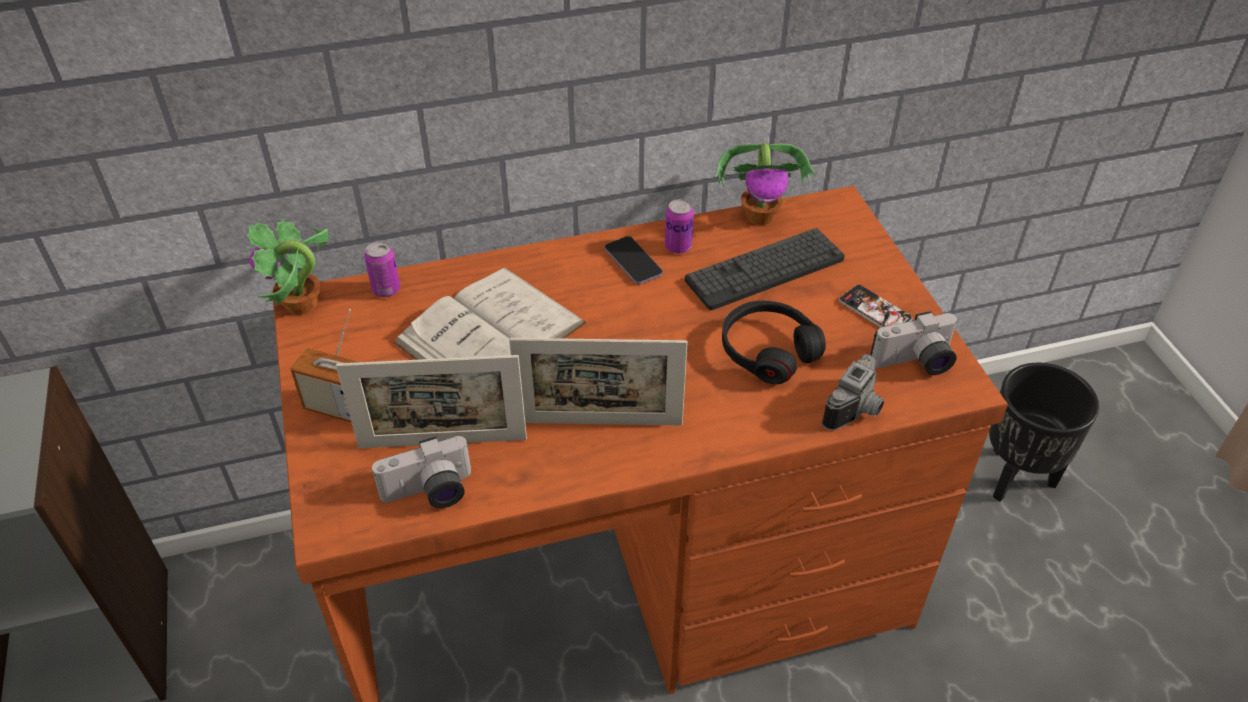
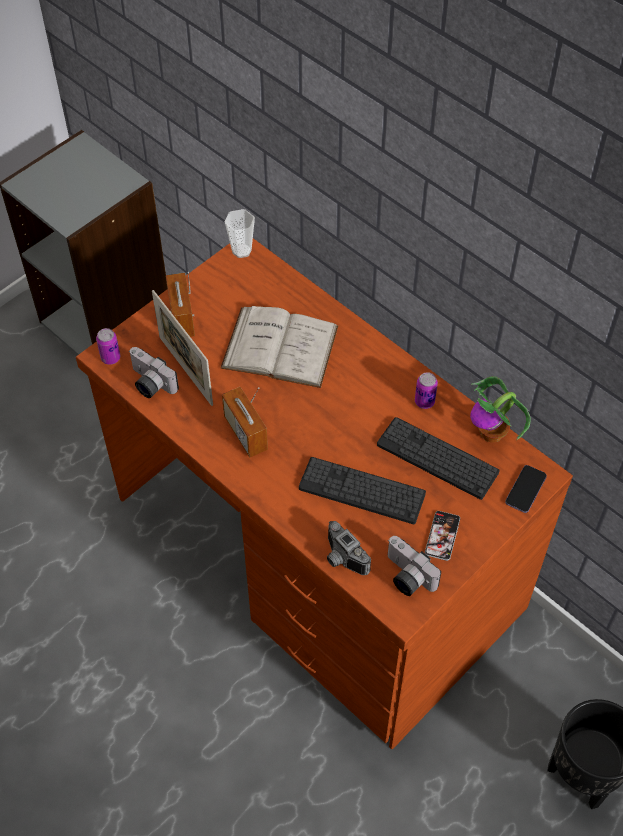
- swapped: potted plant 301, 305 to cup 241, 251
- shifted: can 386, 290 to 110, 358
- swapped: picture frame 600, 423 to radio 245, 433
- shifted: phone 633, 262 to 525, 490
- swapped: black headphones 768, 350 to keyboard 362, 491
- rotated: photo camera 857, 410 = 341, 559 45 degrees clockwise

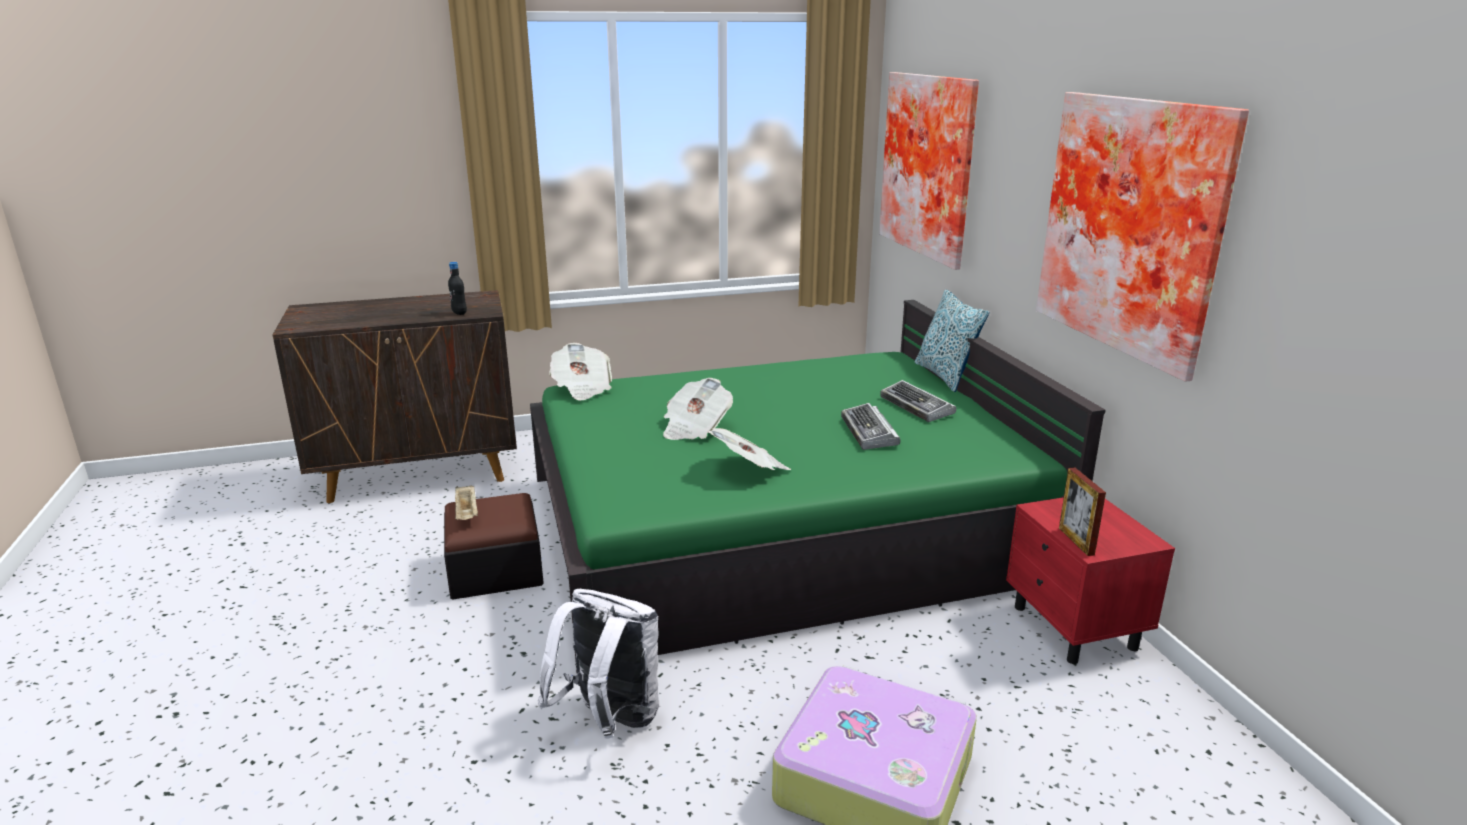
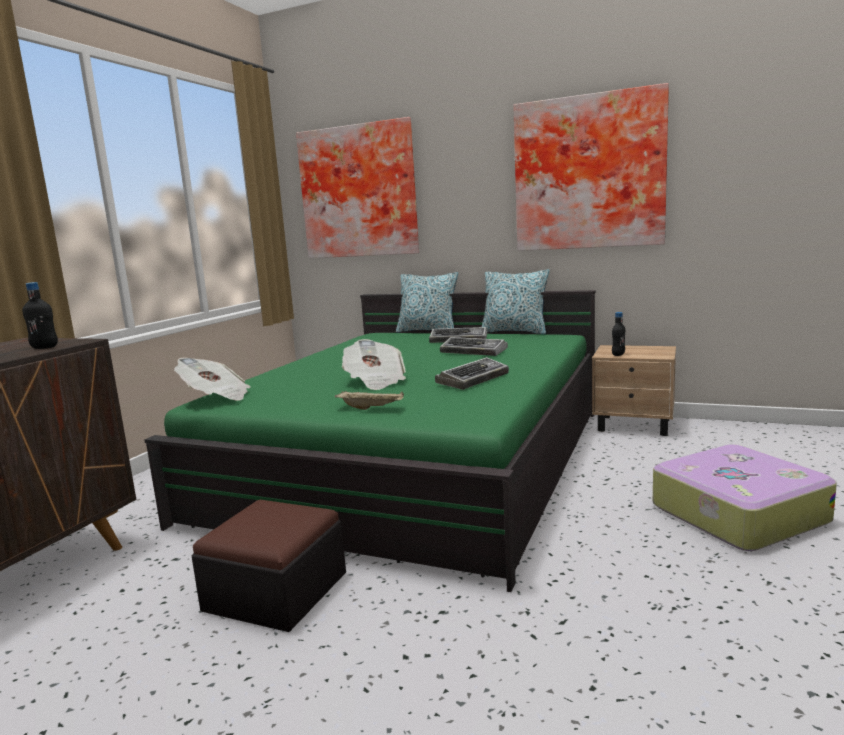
- shifted: beige tray 467, 513 to 372, 408
- gone: white backpack 609, 720
- swapped: newspaper 749, 469 to keyboard 473, 379
- repainted: red nightstand 1074, 628 to beige nightstand 635, 425
- gone: picture frame 1076, 541
- new: pillow 515, 332
- new: black bottle 618, 354

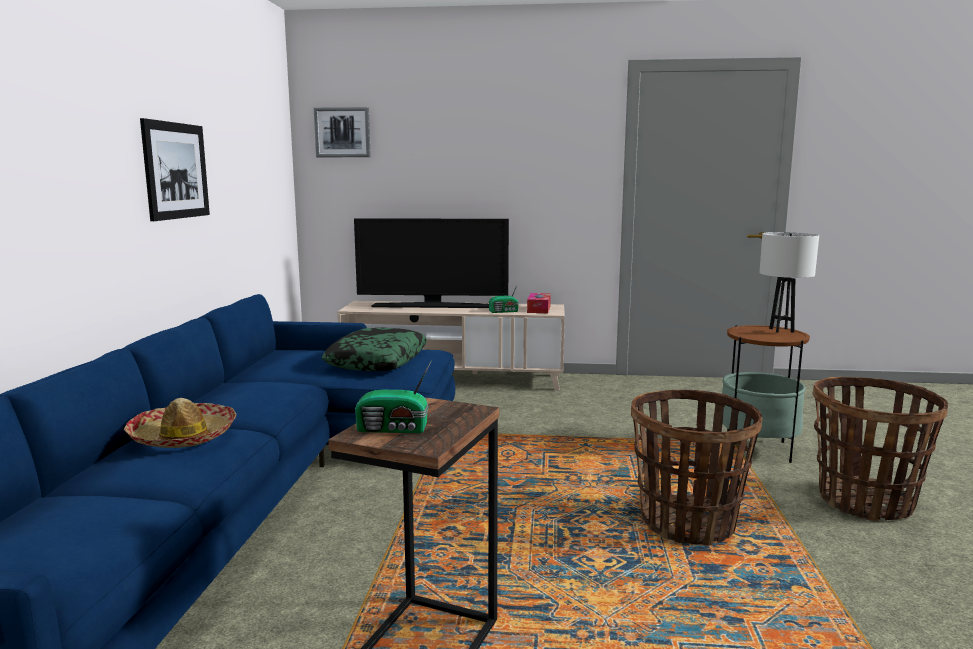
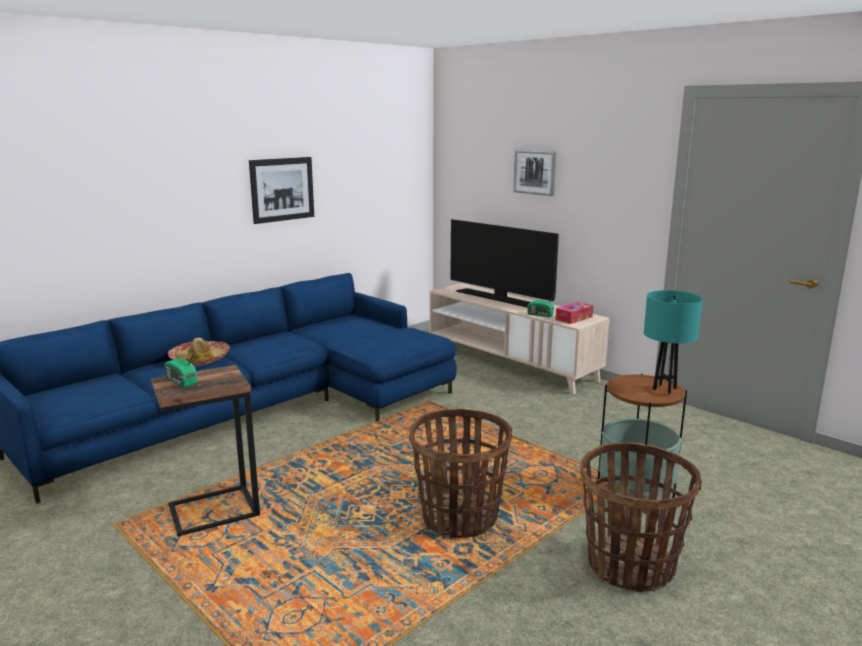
- shifted: picture 342, 132 to 535, 172
- gone: pillow 377, 361
- repainted: white table lamp 781, 330 to turquoise table lamp 664, 389

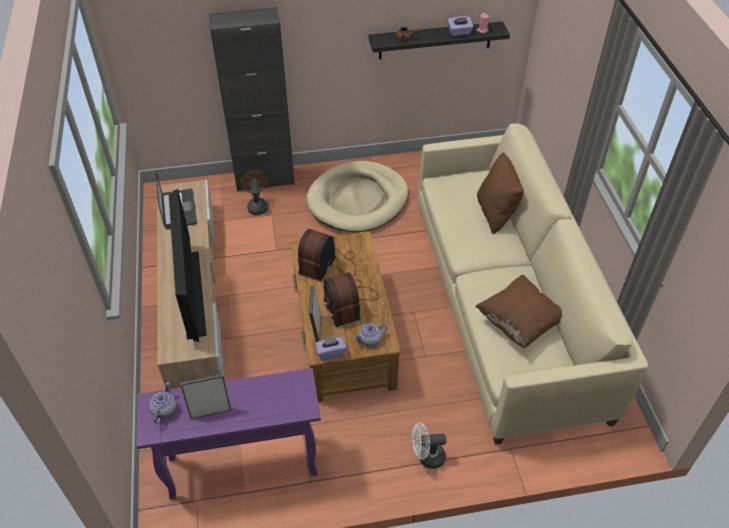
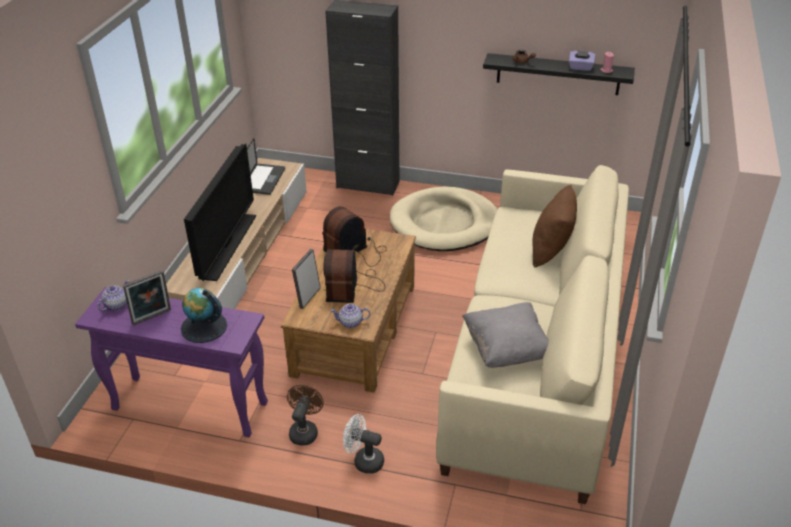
- rotated: picture frame 210, 411 = 152, 318 135 degrees clockwise
- shifted: brown fan 257, 205 to 305, 431
- gone: purple tissue box 331, 353
- repainted: brown pillow 519, 322 to grey pillow 507, 349
- new: globe 203, 327

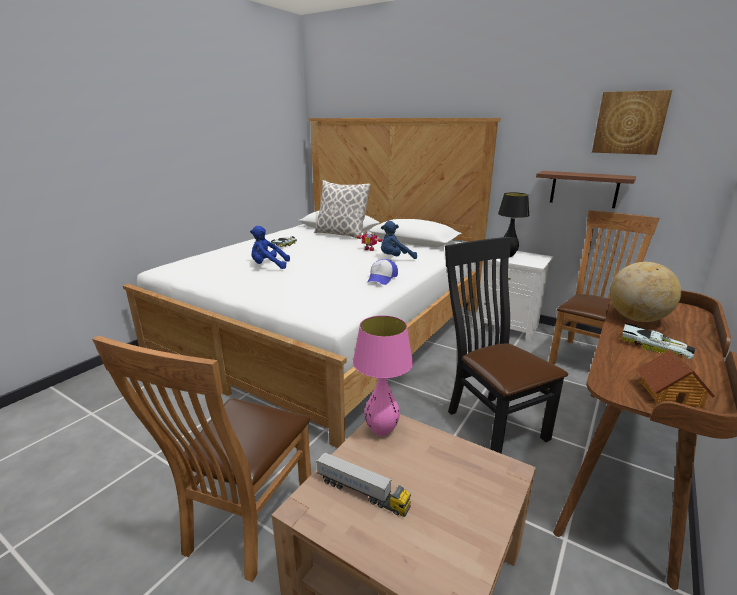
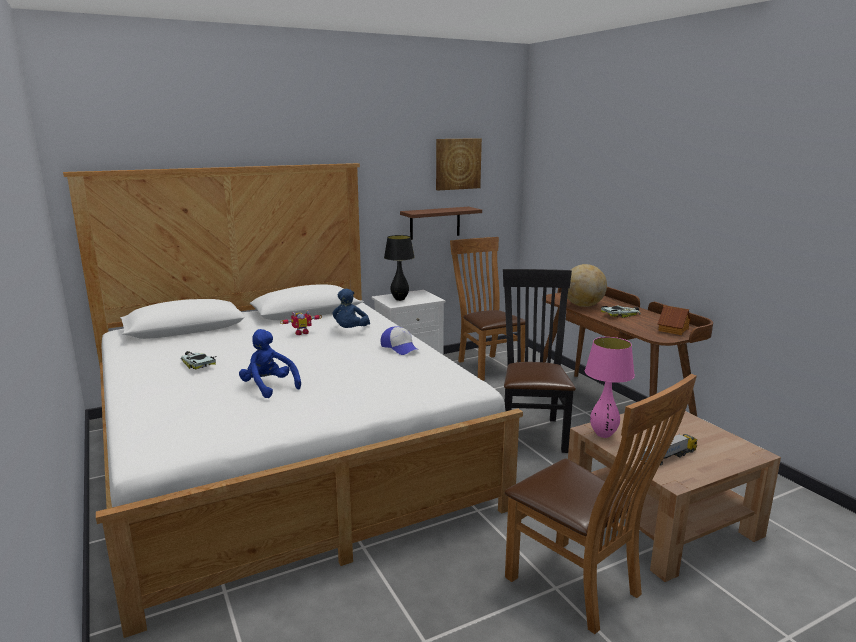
- rotated: blue plush toy 268, 266 = 269, 387 105 degrees clockwise
- gone: pillow 341, 234
- rotated: black chair 491, 422 = 532, 431 90 degrees clockwise

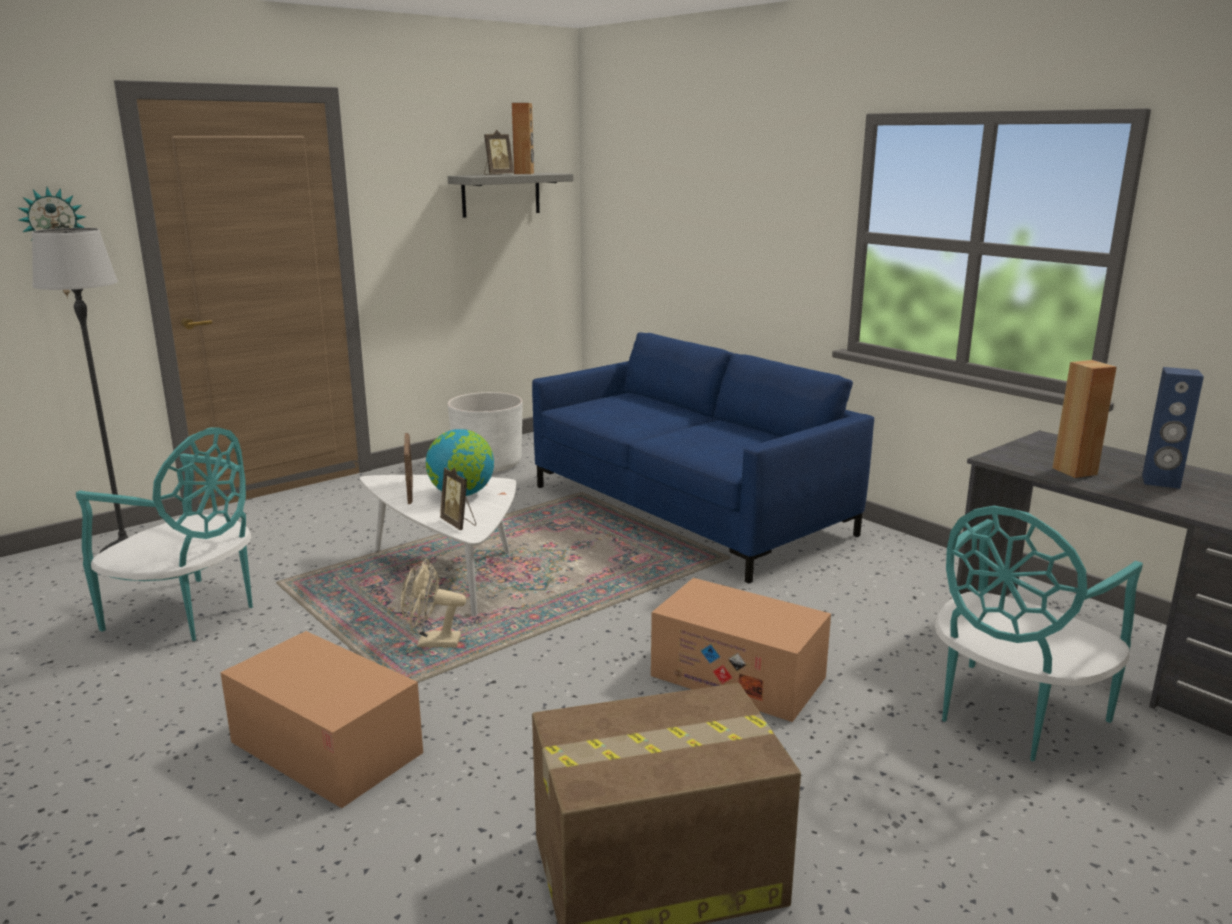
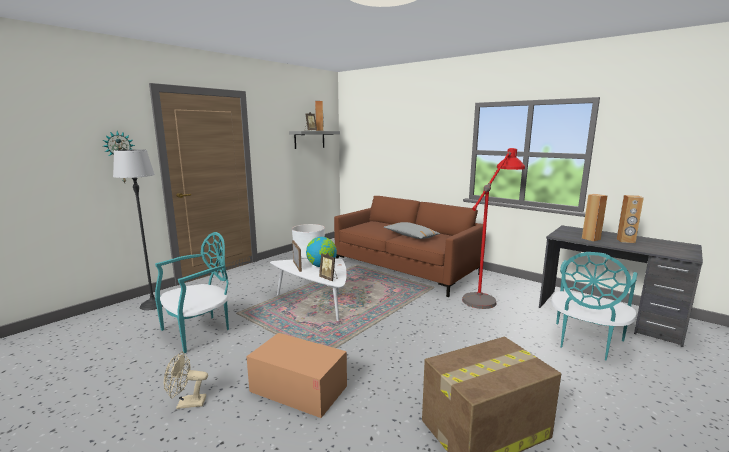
- rotated: turquoise chair 188, 614 = 198, 331 60 degrees counterclockwise
- shifted: beige fan 431, 643 to 186, 404
- repainted: blue sofa 687, 510 to brown sofa 405, 269
- gone: cardboard box 738, 676
- repainted: blue speaker 1160, 482 to brown speaker 625, 241
- new: grey pillow 410, 236
- new: red floor lamp 488, 293

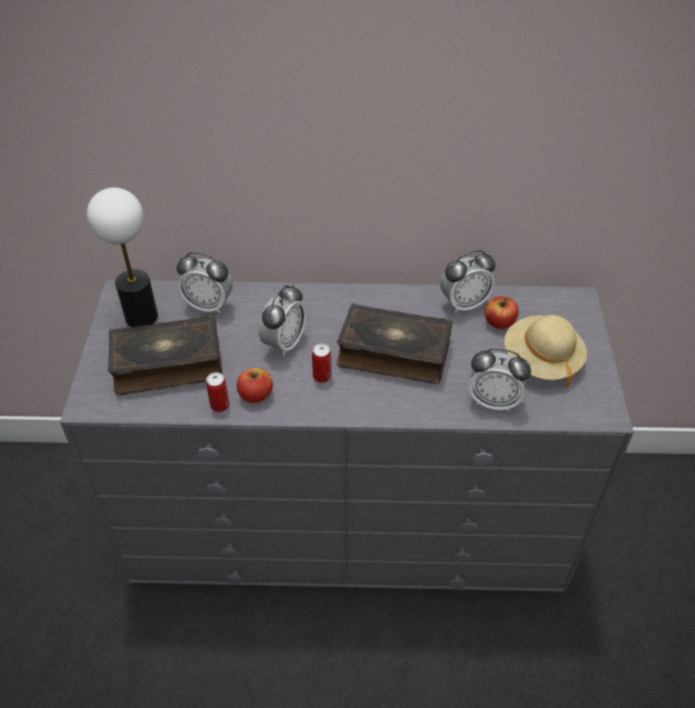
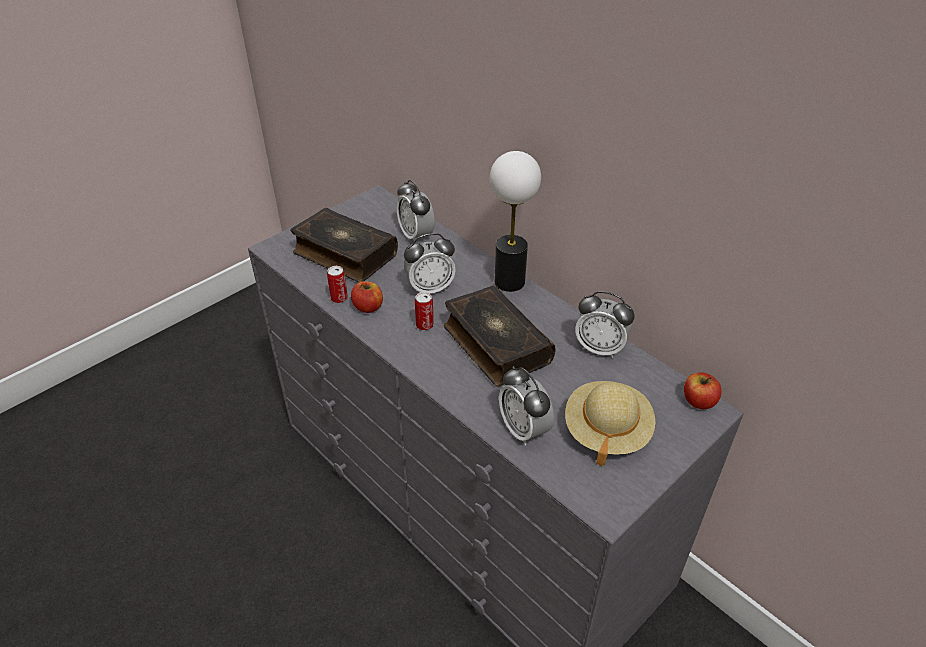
- shifted: table lamp 142, 317 to 510, 282
- shifted: apple 499, 322 to 698, 401

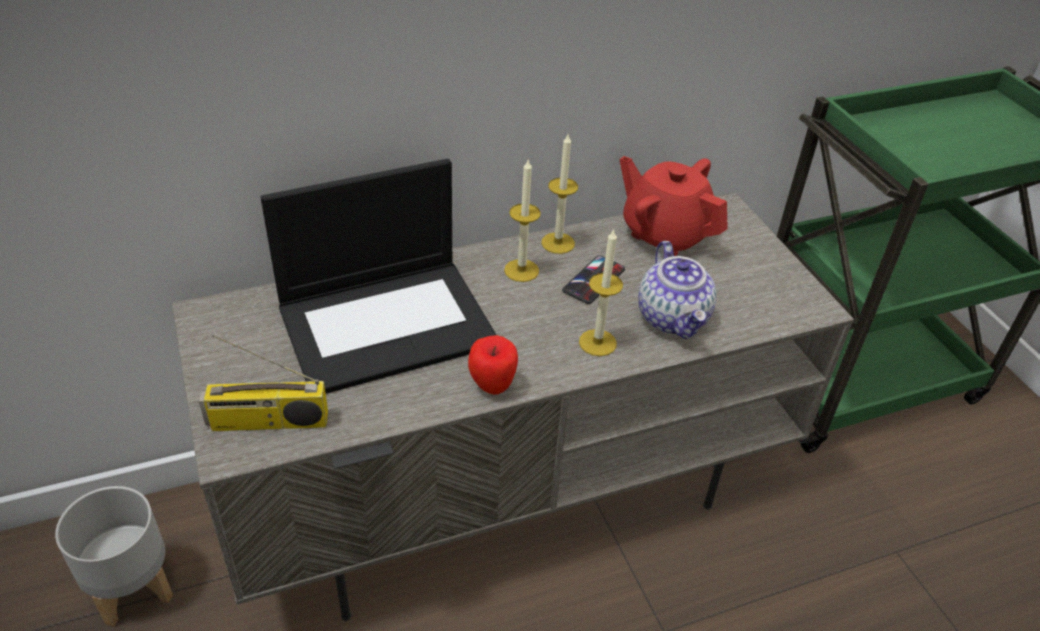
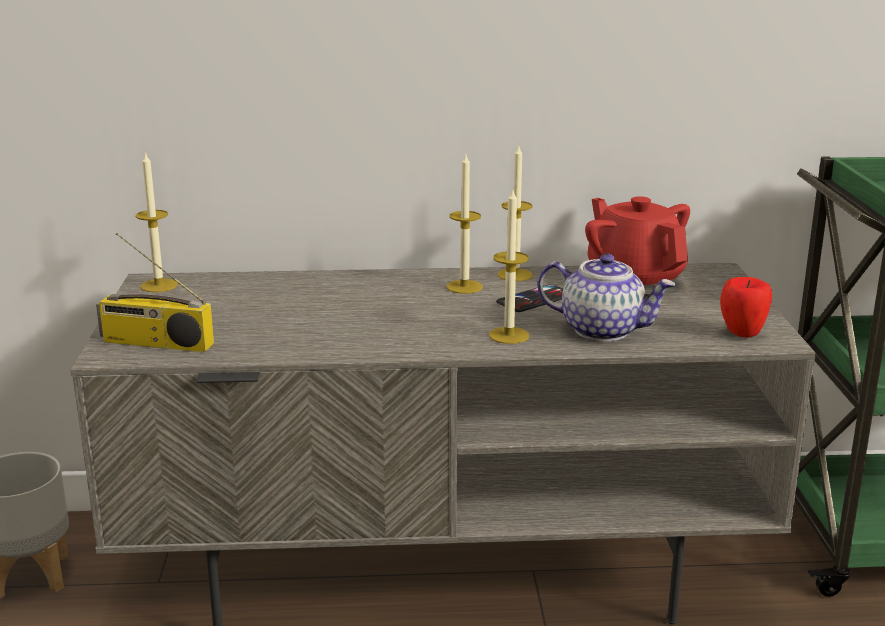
- gone: laptop 388, 323
- shifted: apple 492, 387 to 742, 334
- rotated: teapot 674, 318 = 603, 330 75 degrees counterclockwise
- new: candle 159, 285

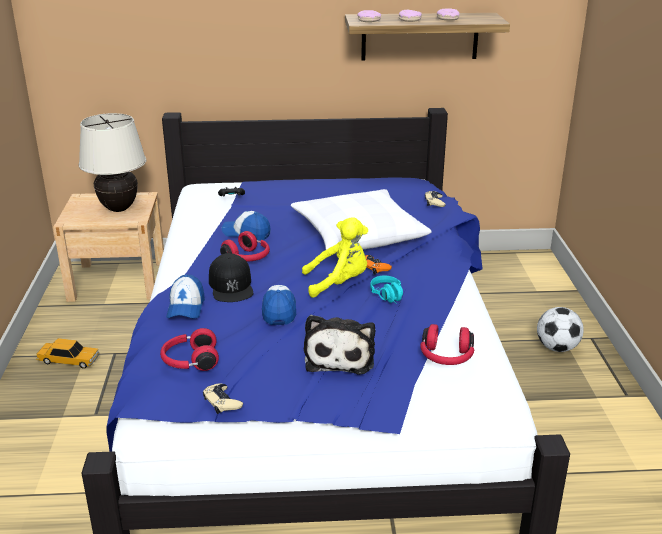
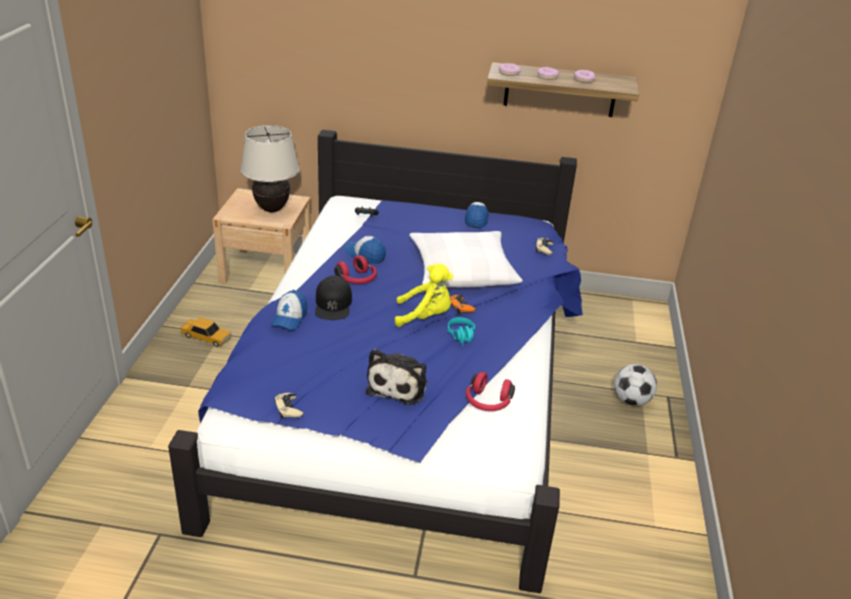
- gone: red headphones 190, 361
- shifted: cap 279, 310 to 476, 219

